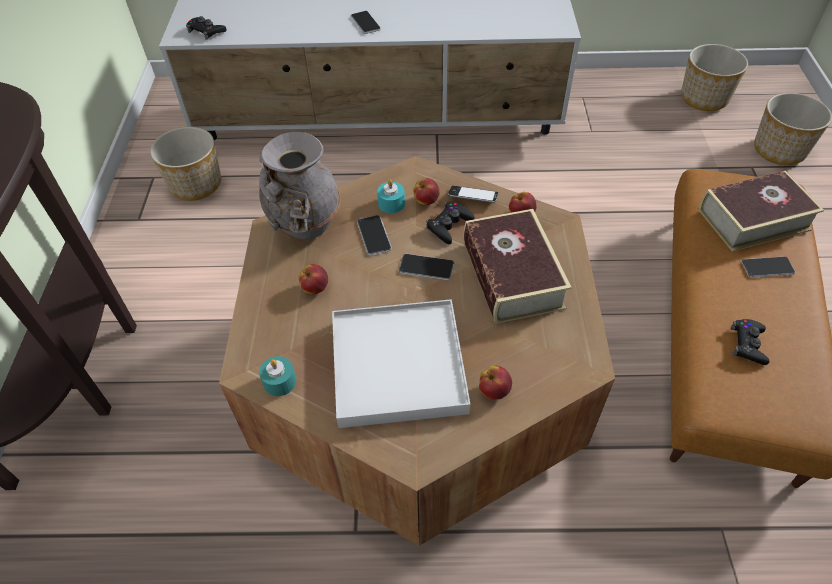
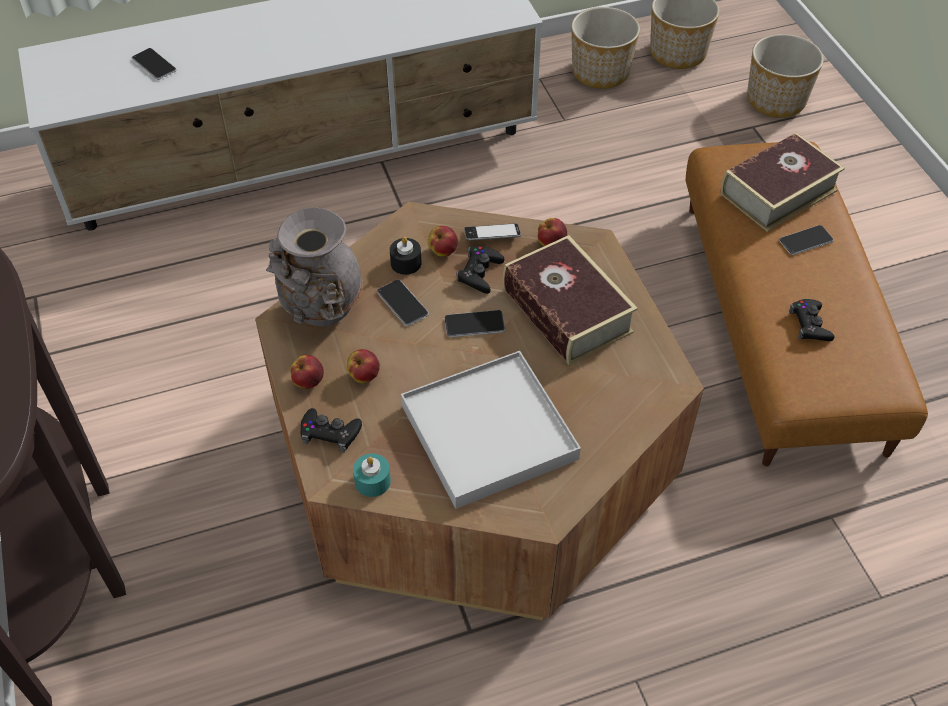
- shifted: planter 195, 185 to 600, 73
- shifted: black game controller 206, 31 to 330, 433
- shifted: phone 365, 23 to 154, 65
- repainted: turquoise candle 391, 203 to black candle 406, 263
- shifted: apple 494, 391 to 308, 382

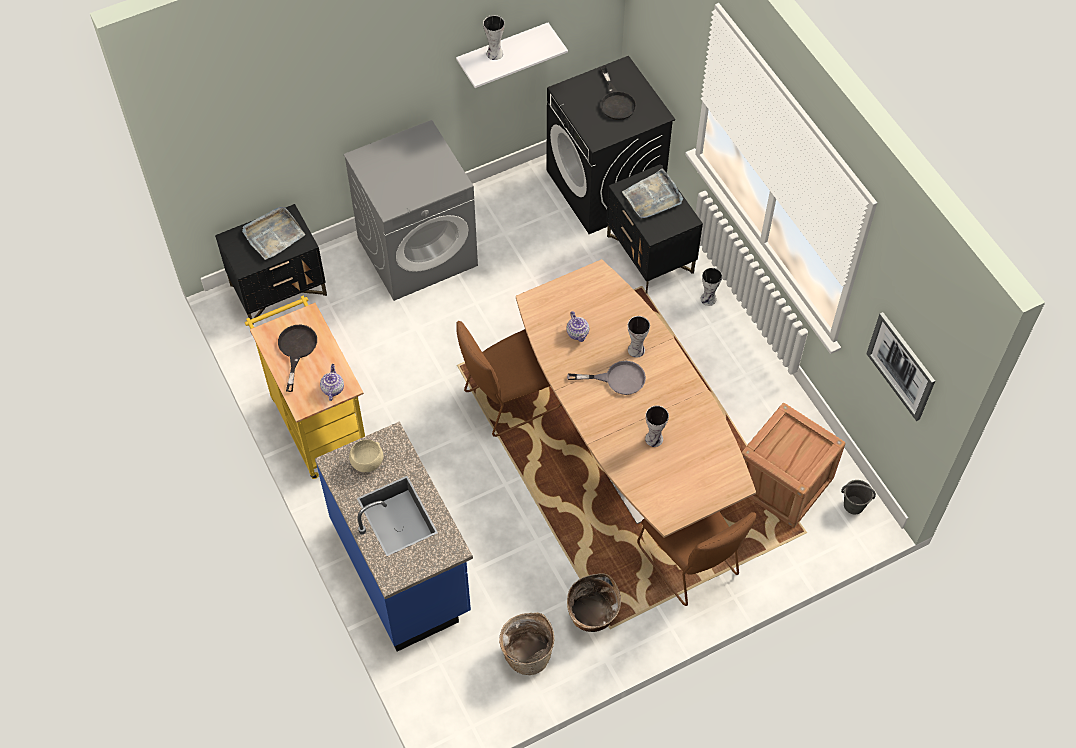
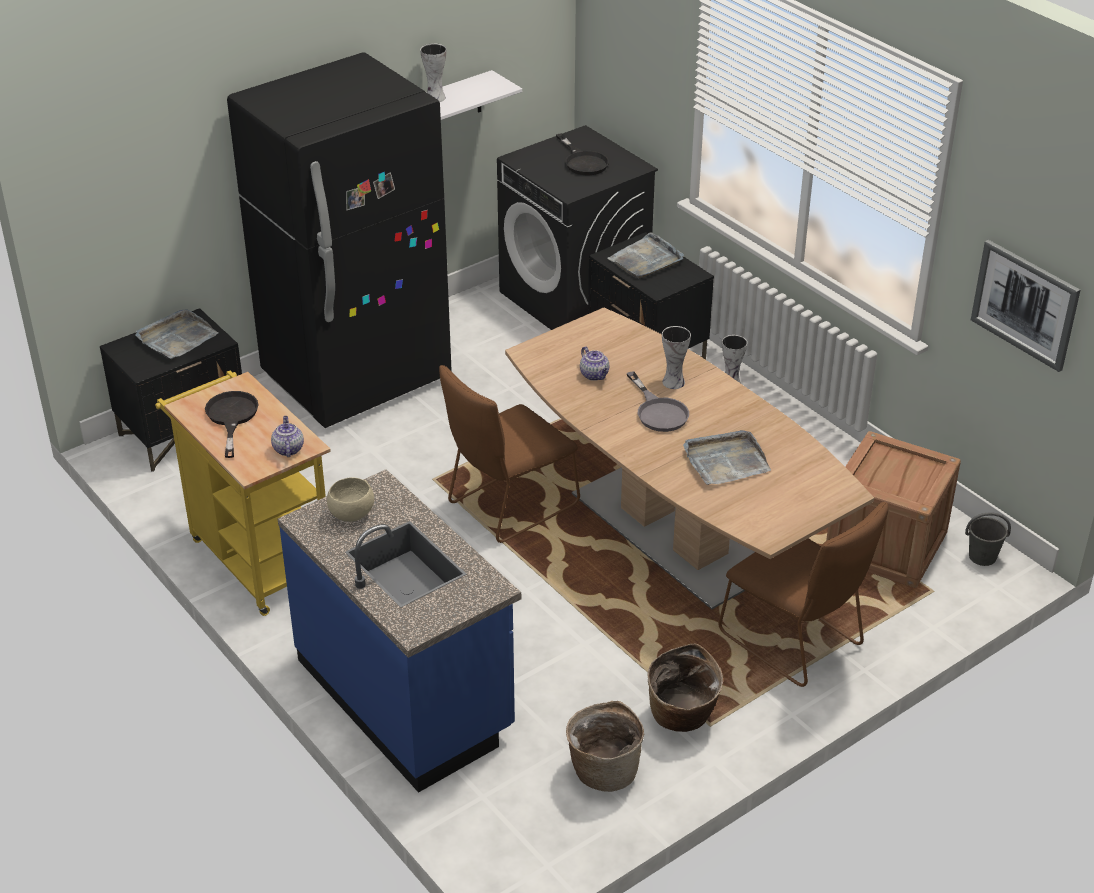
- swapped: grey washing machine 418, 251 to black fridge 357, 378
- rotated: grey frying pan 617, 379 = 658, 411 75 degrees clockwise
- swapped: vase 654, 438 to grey tray 725, 461

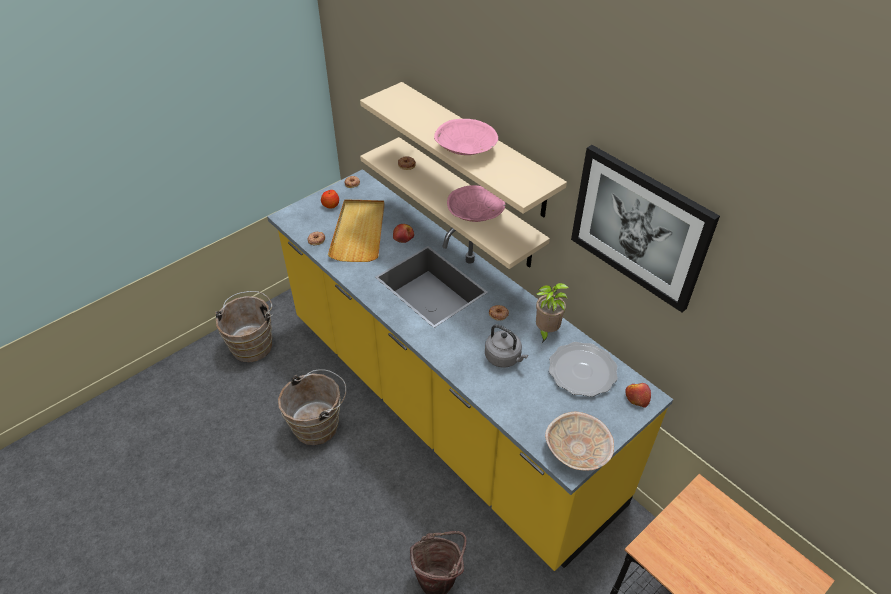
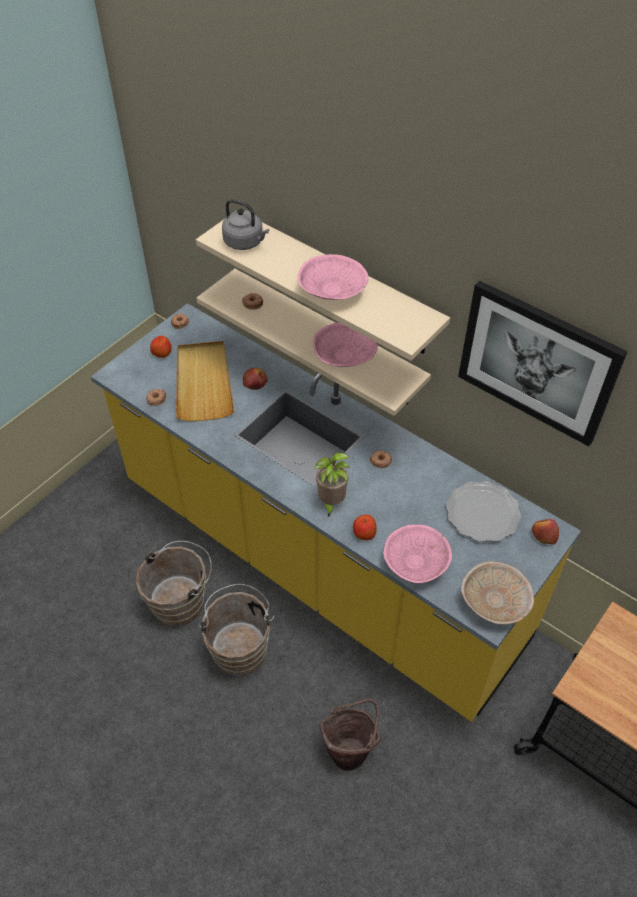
- shifted: brown bucket 253, 344 to 240, 647
- shifted: grey kettle 504, 358 to 245, 242
- shifted: potted plant 546, 331 to 330, 502
- new: apple 364, 533
- new: pink bowl 416, 562

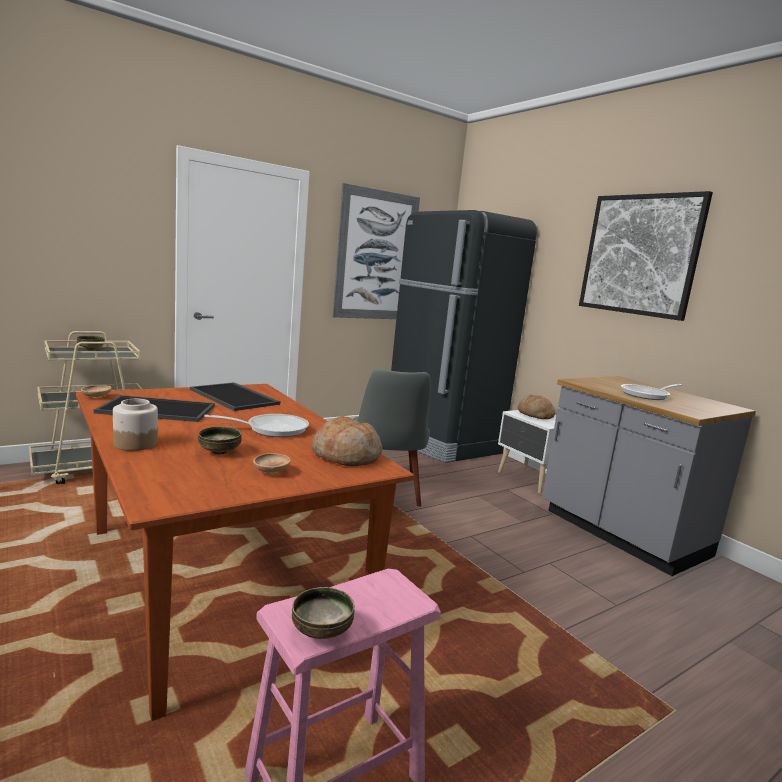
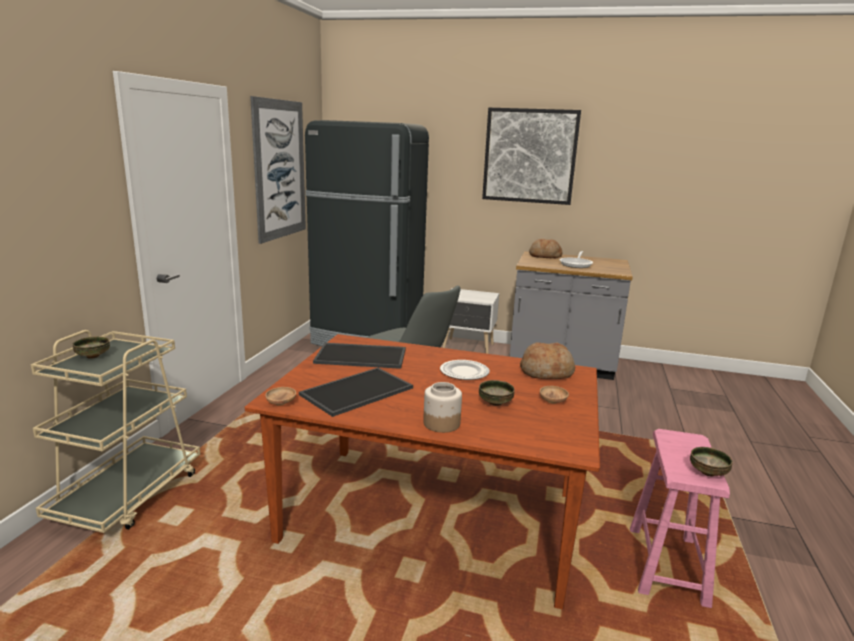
- swapped: frying pan 271, 429 to plate 463, 372
- shifted: bread 535, 415 to 544, 256

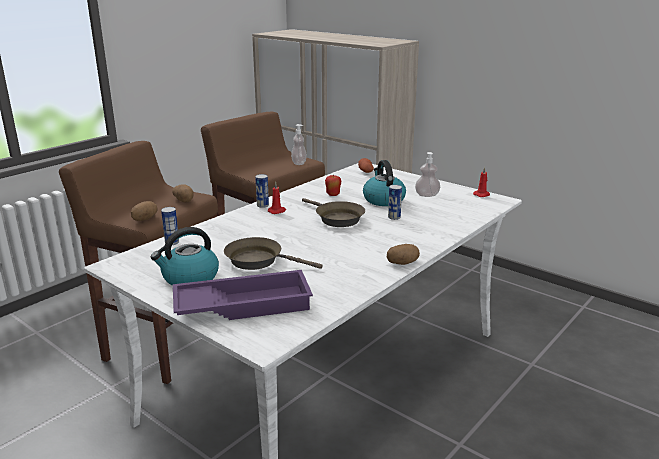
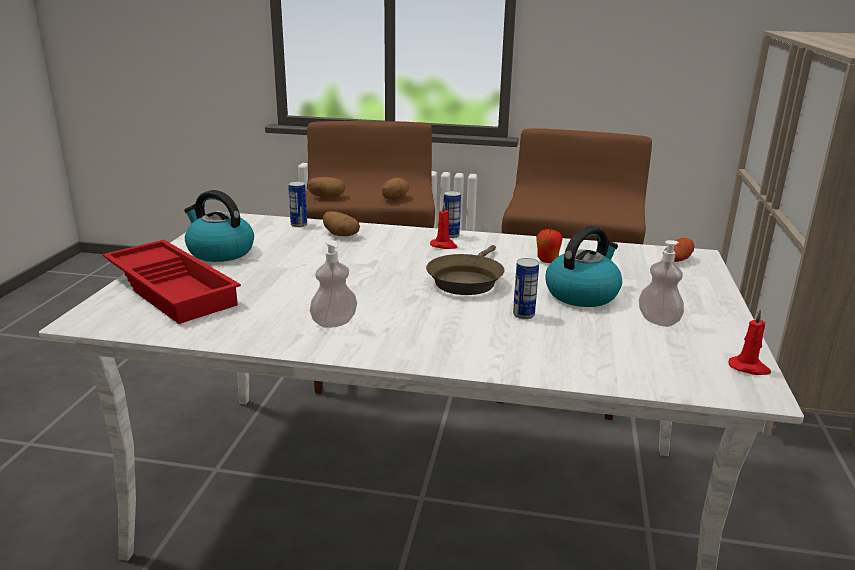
- repainted: purple tray 243, 304 to red tray 174, 288
- gone: brown frying pan 259, 260
- shifted: soap dispenser 299, 163 to 334, 323
- shifted: potato 402, 263 to 339, 235

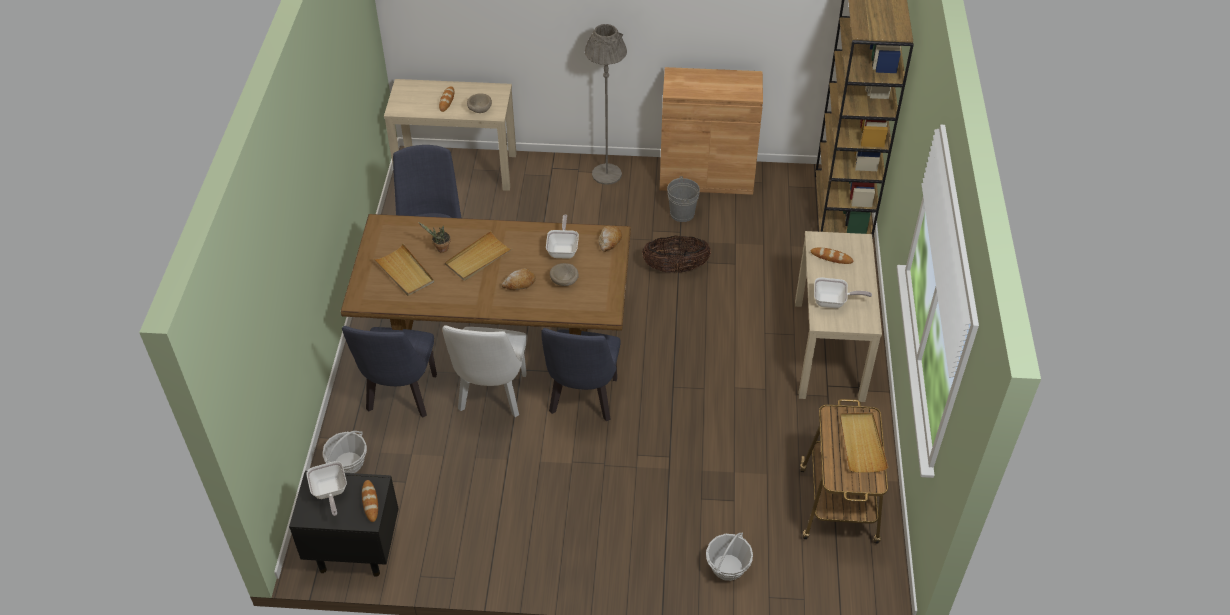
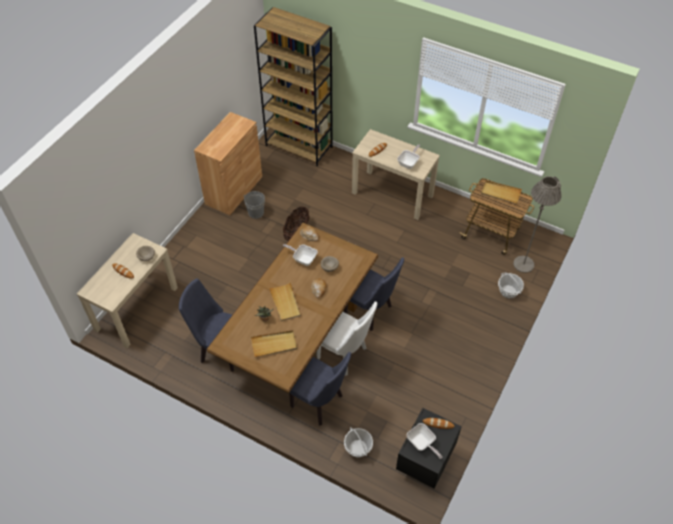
- rotated: frying pan 330, 493 = 422, 444 45 degrees clockwise
- shifted: grey floor lamp 606, 174 to 523, 264

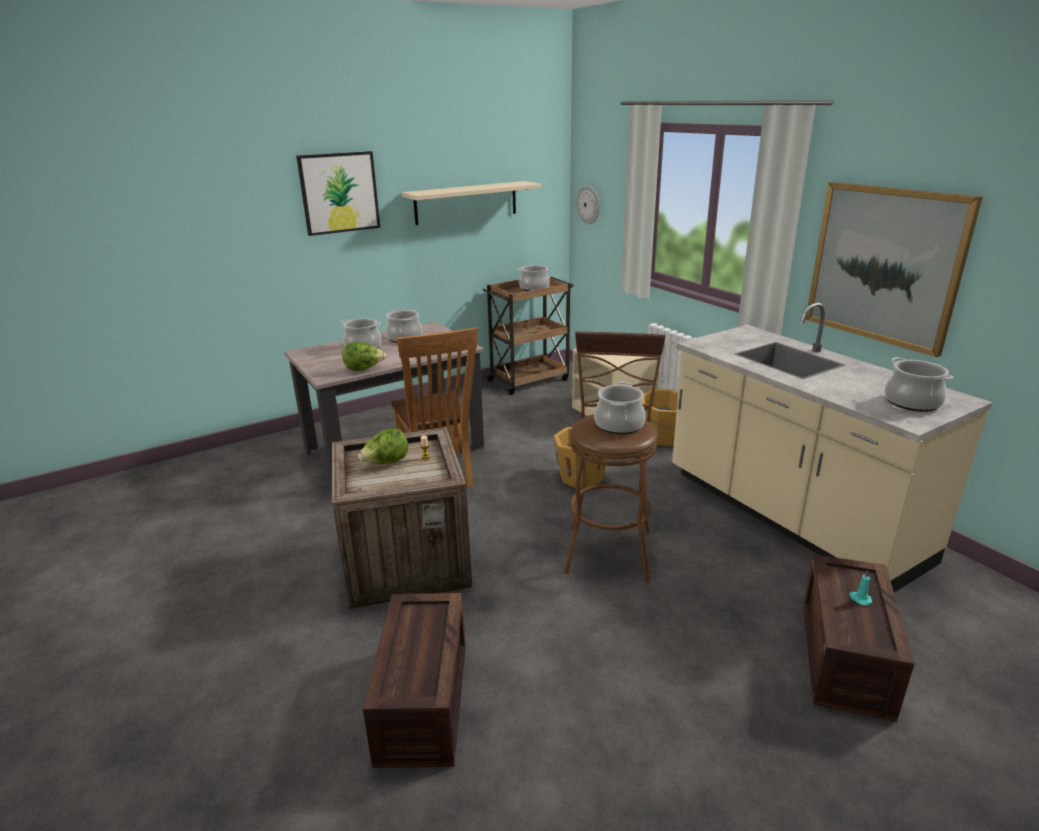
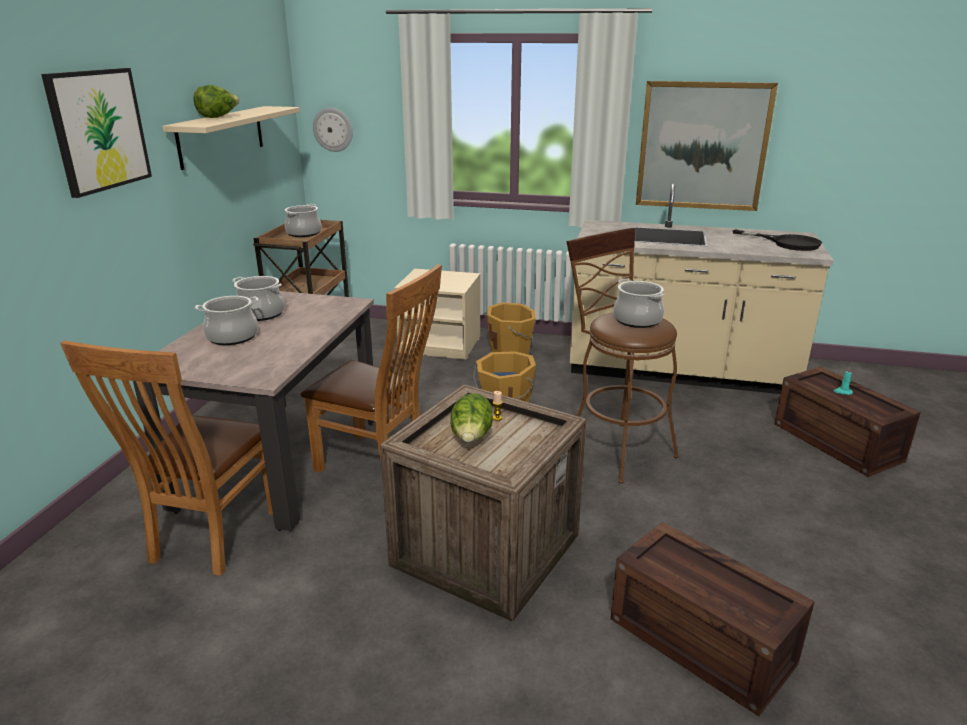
- shifted: lettuce 364, 369 to 218, 117
- swapped: cooking pot 912, 402 to black frying pan 787, 243
- new: brown chair 210, 539

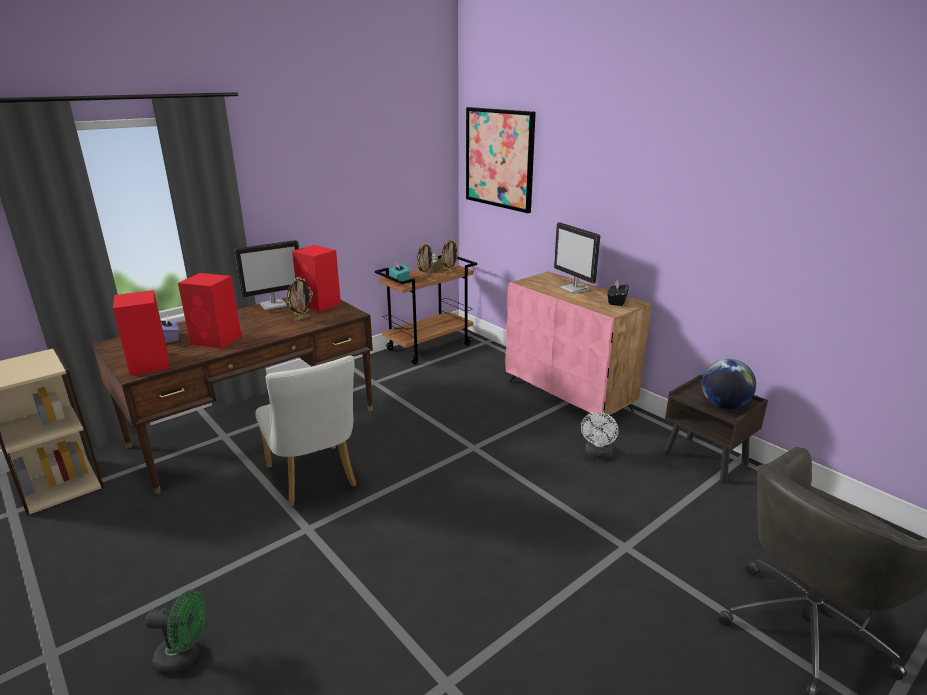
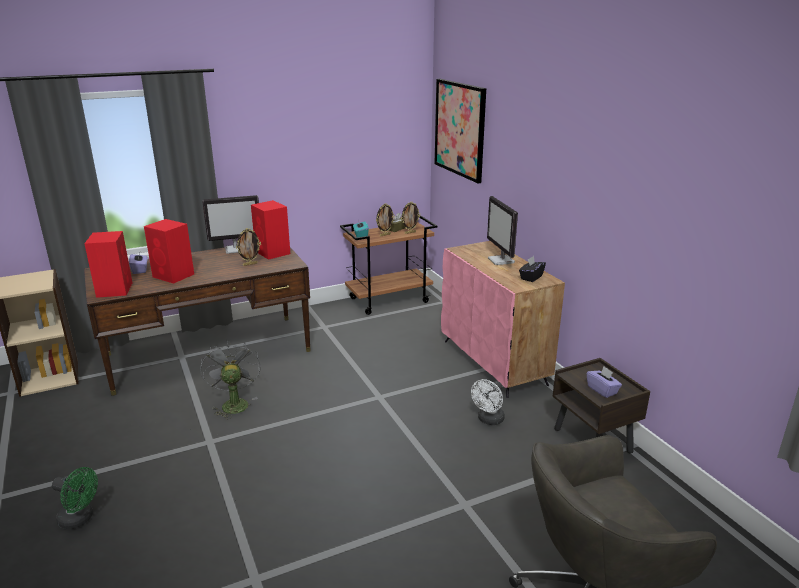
- swapped: white chair 314, 480 to grey fan 233, 403
- swapped: globe 723, 405 to purple tissue box 602, 390

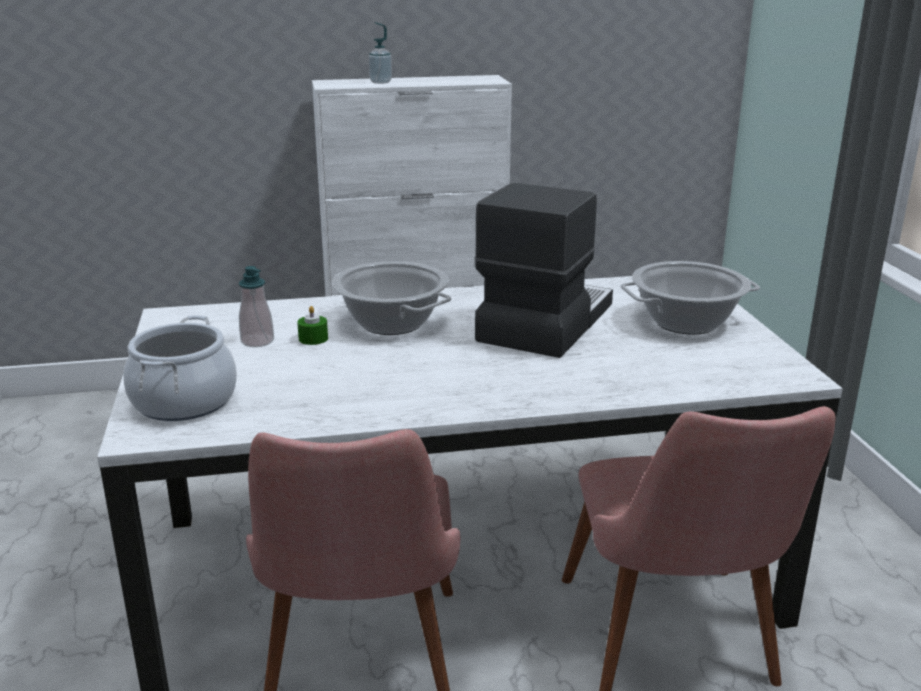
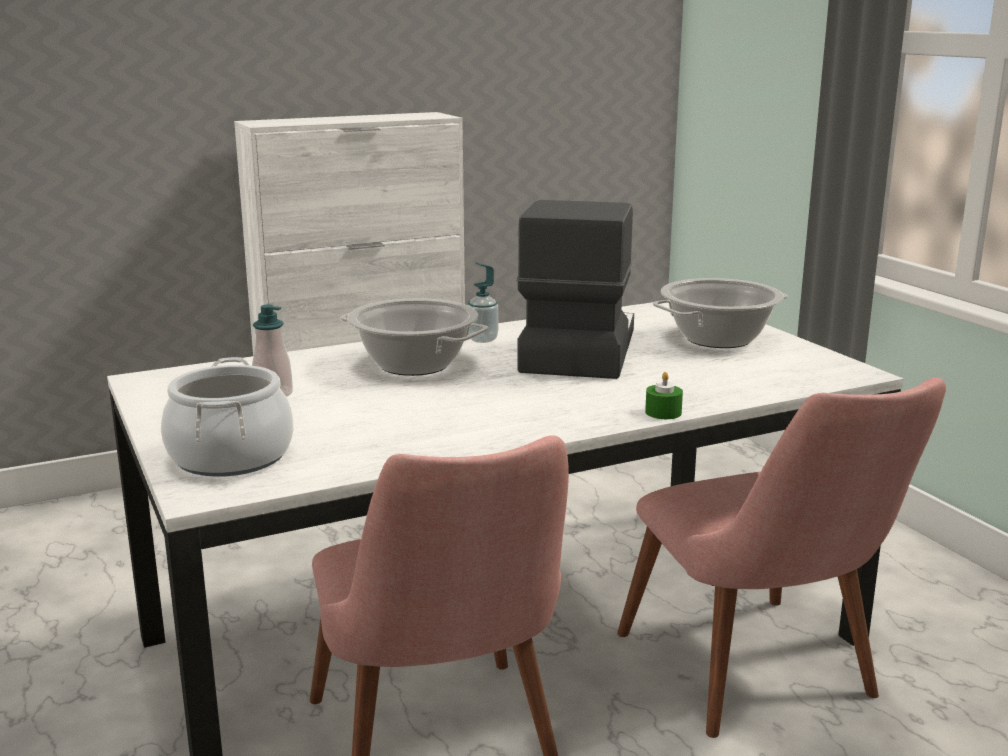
- shifted: green candle 313, 338 to 663, 412
- shifted: soap dispenser 380, 82 to 482, 339

